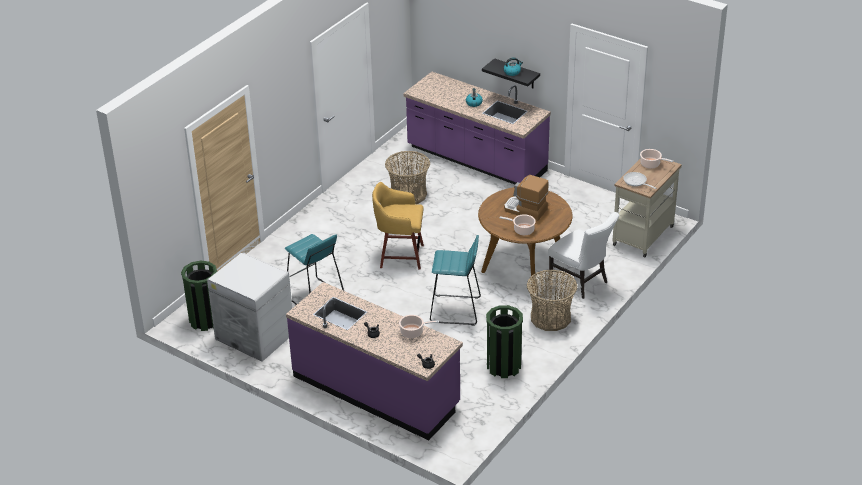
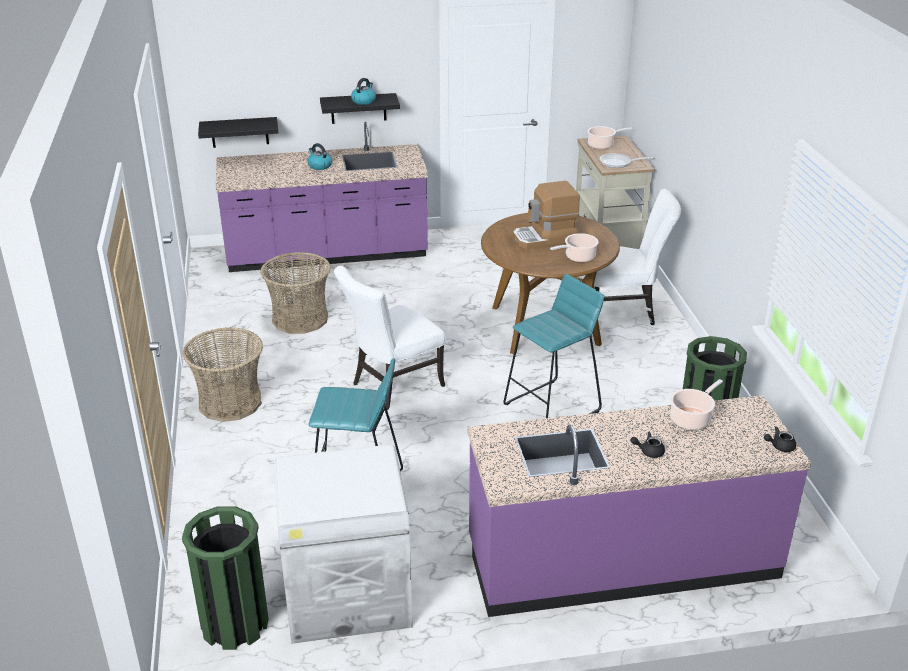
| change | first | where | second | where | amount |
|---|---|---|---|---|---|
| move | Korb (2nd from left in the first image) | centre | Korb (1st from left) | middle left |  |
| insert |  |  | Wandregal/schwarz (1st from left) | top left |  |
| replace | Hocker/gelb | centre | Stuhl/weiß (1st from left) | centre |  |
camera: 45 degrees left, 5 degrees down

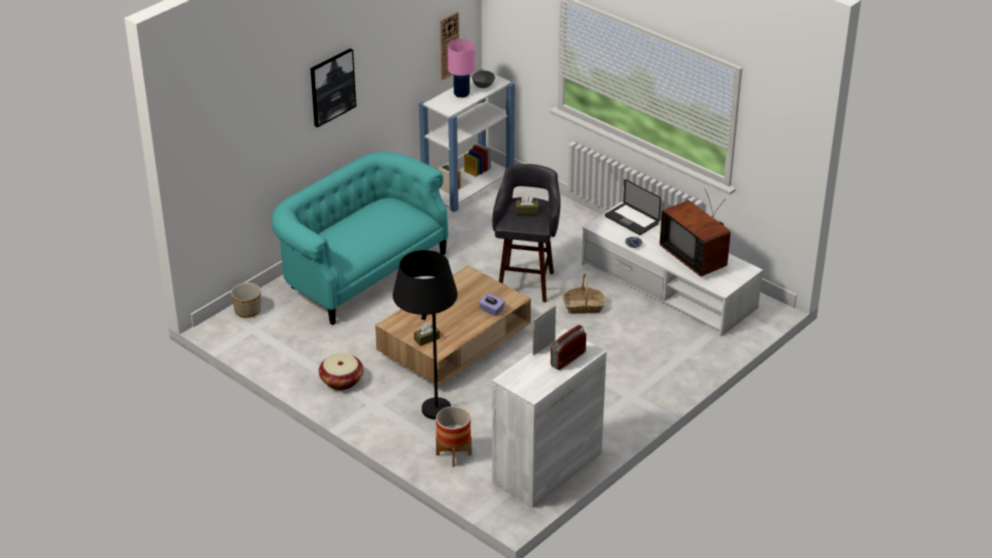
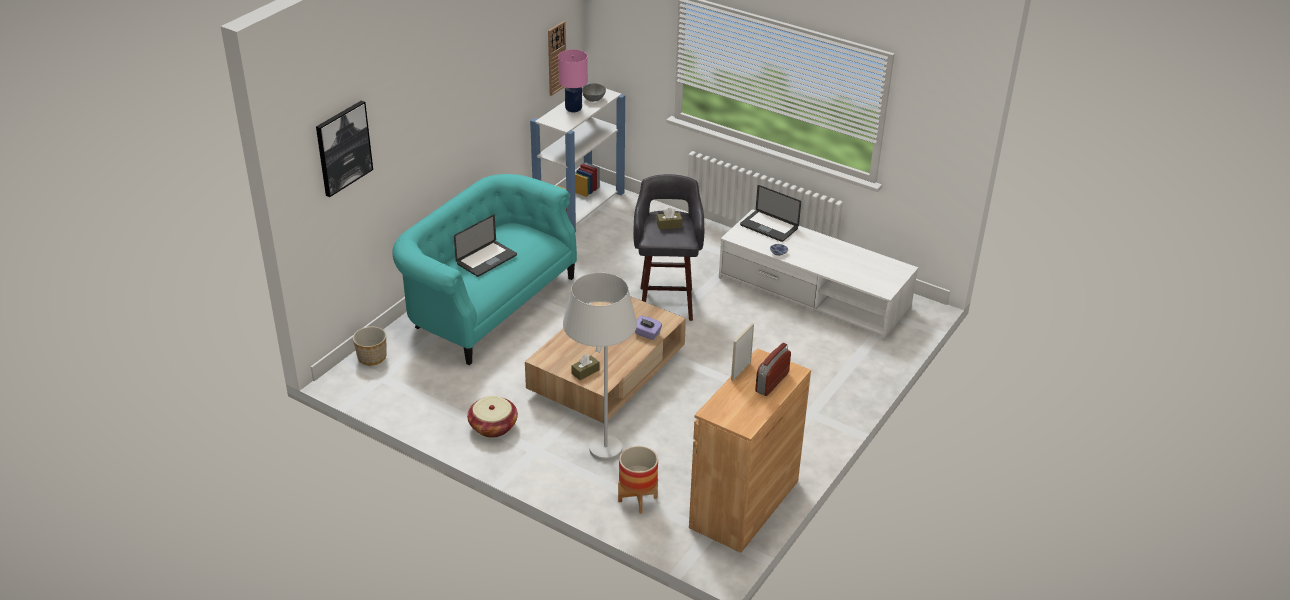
| change | first | where | second | where | amount |
|---|---|---|---|---|---|
| move | Bild | top centre |  | top left |  |
| insert |  |  | Laptop (1st from left) | centre |  |
| recolor | Stehlampe/schwarz | centre | Stehlampe/weiß | centre |  |
| recolor | Schrank/weiß | bottom centre | Schrank/braun | bottom centre |  |
| delete | Korb (2nd from left) | centre |  |  |  |
| delete | Fernseher | middle right |  |  |  |
camera: 10 degrees left, 0 degrees up

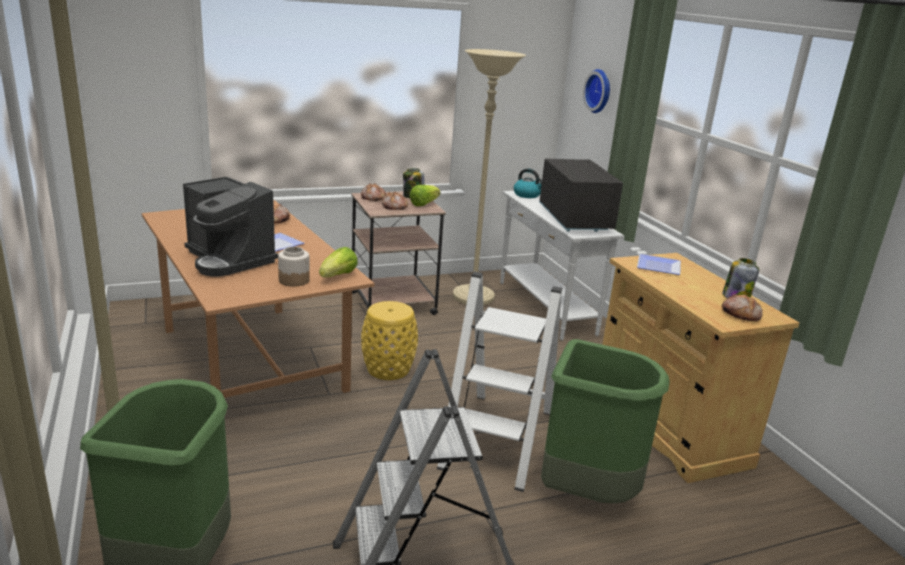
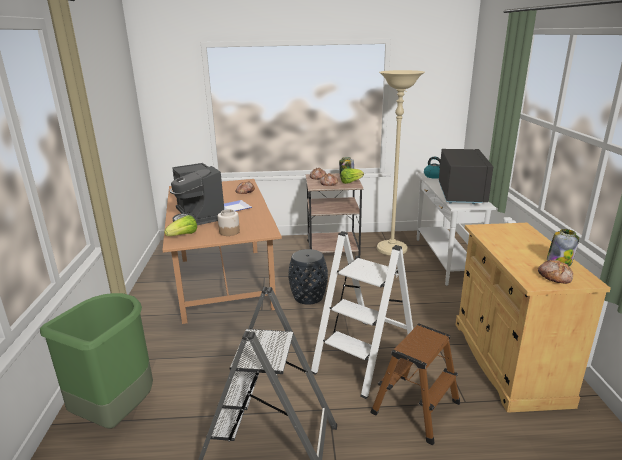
| change | first | where | second | where | amount |
|---|---|---|---|---|---|
| move | Salatkopf (1st from left) | centre |  | middle left |  |
| recolor | Hocker/gelb | centre | Hocker/schwarz | centre |  |
| replace | Mülleimer/grün (2nd from left) | bottom right | Trittleiter/braun | bottom right |  |
| delete | Wanduhr | top centre |  |  |  |
| delete | Teller (2nd from left) | middle right |  |  |  |
camera: 20 degrees right, 0 degrees up

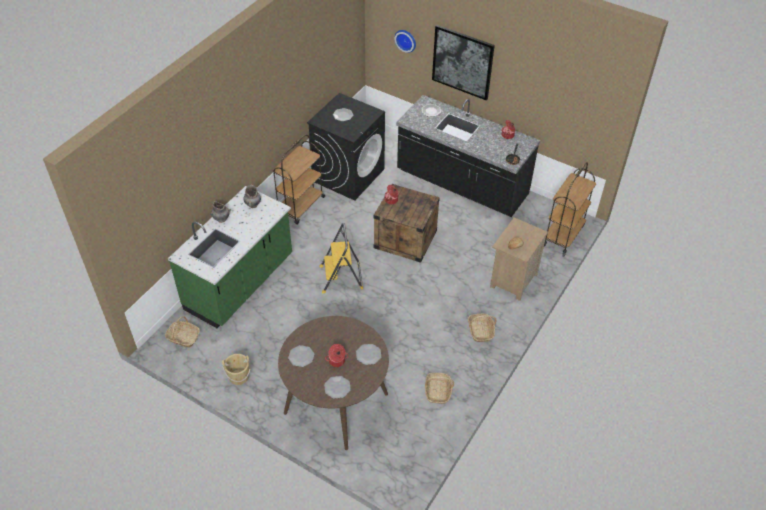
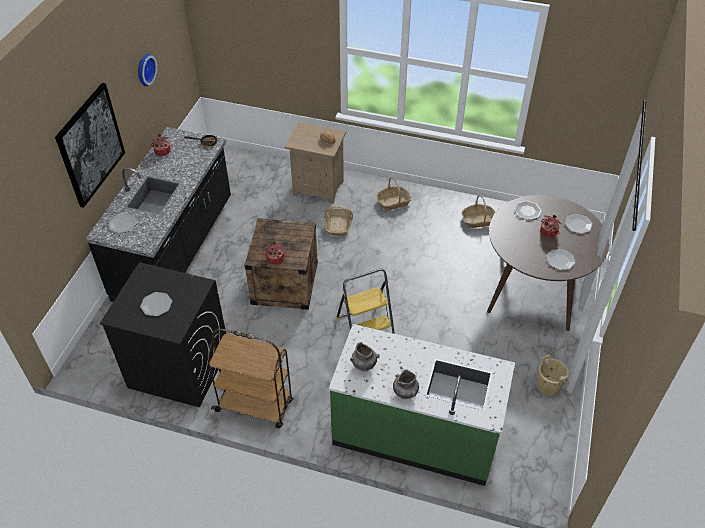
| change | first | where | second | where | amount |
|---|---|---|---|---|---|
| move | Wanduhr | top centre |  | top left |  |
| move | Korb (1st from left) | middle left |  | centre |  |
| delete | Rollwagen/braun (2nd from left) | middle right |  |  |  |
camera: 105 degrees left, 0 degrees up

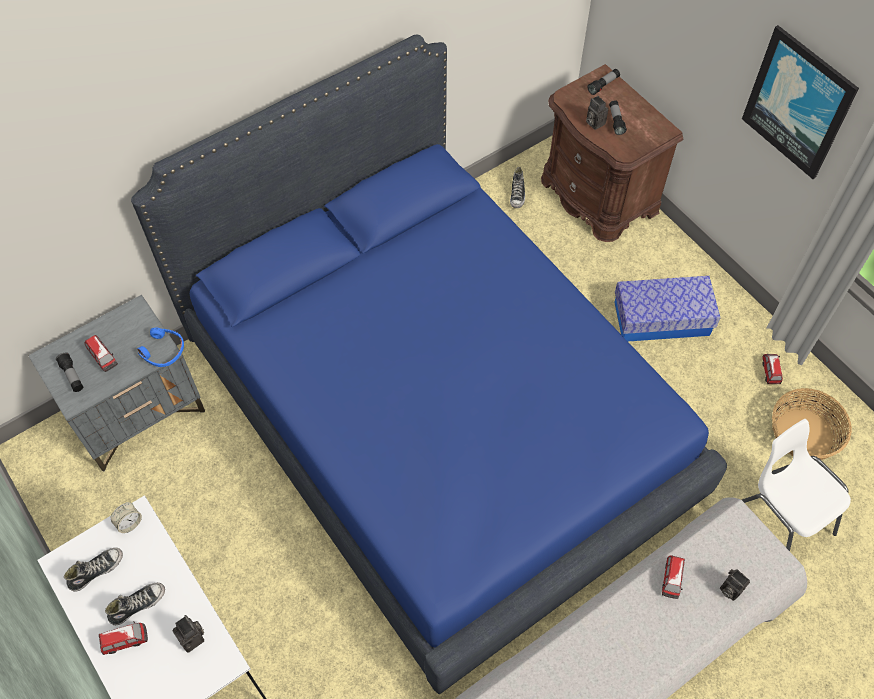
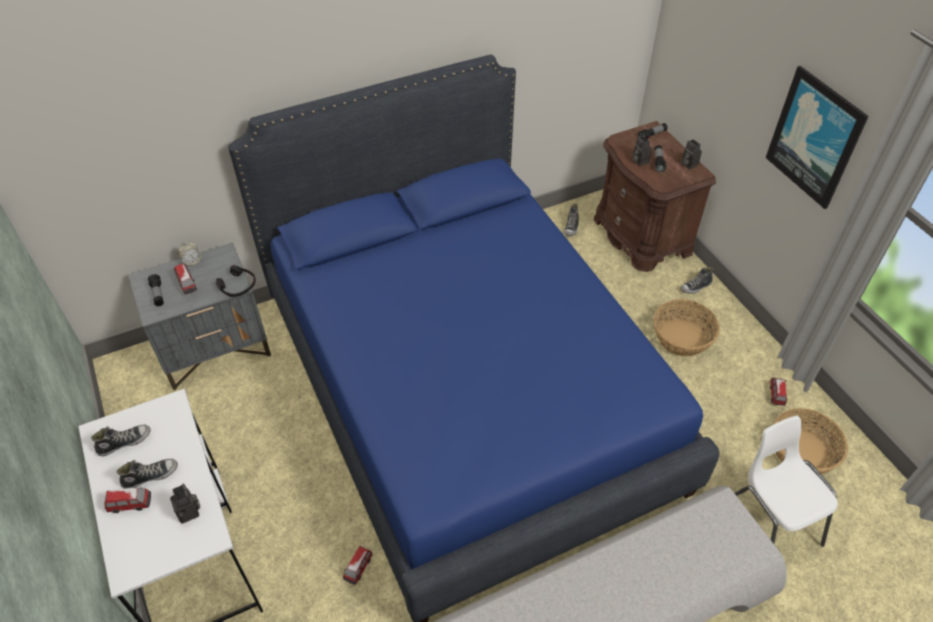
| change | first | where | second | where | amount |
|---|---|---|---|---|---|
| move | Wecker | bottom left |  | middle left |  |
| recolor | Kopfhörer/blau | middle left | Kopfhörer/schwarz | middle left |  |
| move | Spielzeugauto (3rd from left) | bottom right |  | bottom centre |  |
| replace | Aufbewahrungsbox | middle right | Korb (1st from left) | middle right |  |
| insert |  |  | Schuh (4th from left) | middle right |  |
| move | Kamera (3rd from left) | bottom right |  | top right |  |
camera: 10 degrees right, 10 degrees down

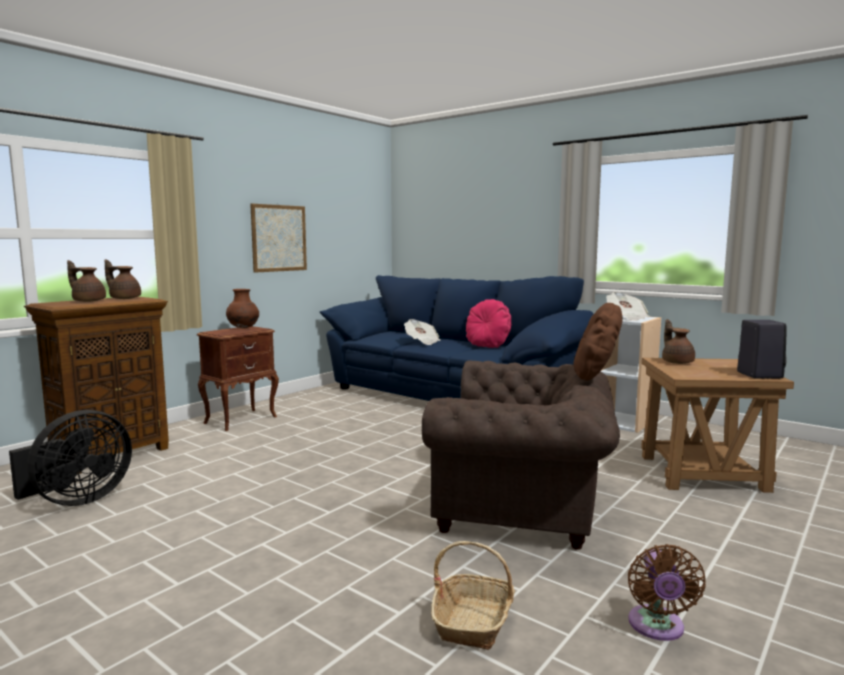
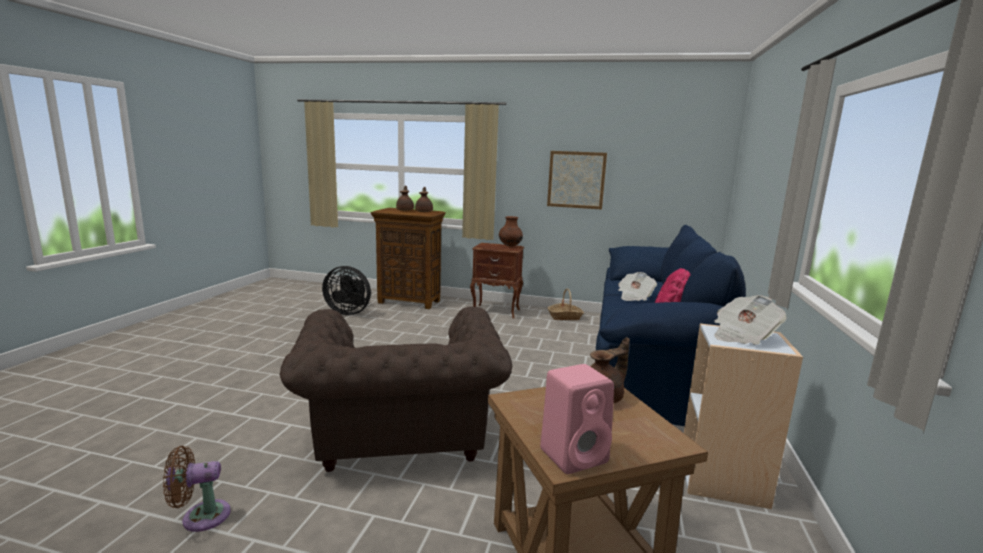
| change | first | where | second | where | amount |
|---|---|---|---|---|---|
| recolor | Lautsprecher/schwarz | middle right | Lautsprecher/rosa | bottom centre |  |
| move | Korb | bottom centre |  | centre |  |
| delete | Kissen/braun | middle right |  |  |  |
camera: 65 degrees right, 5 degrees up

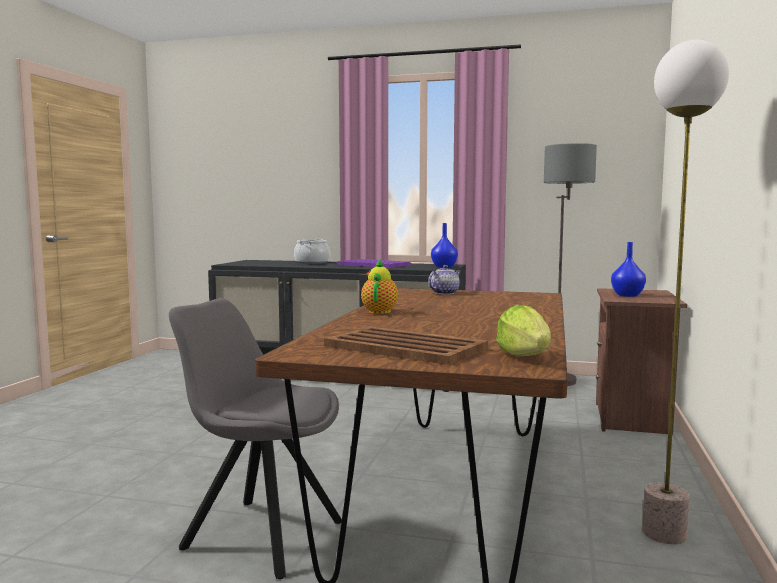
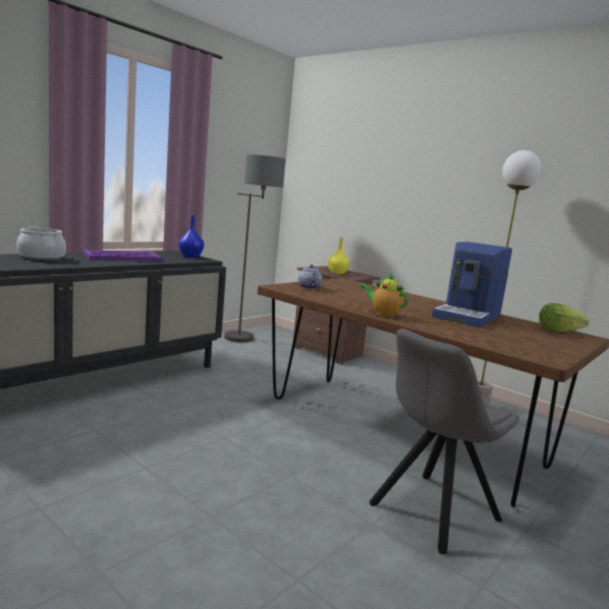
| change | first | where | second | where | amount |
|---|---|---|---|---|---|
| recolor | Vase/blau (2nd from left) | middle right | Vase/gelb | centre |  |
| insert |  |  | Kaffeemaschine | middle right |  |
| delete | Tablett/braun | centre |  |  |  |
camera: 65 degrees left, 5 degrees up

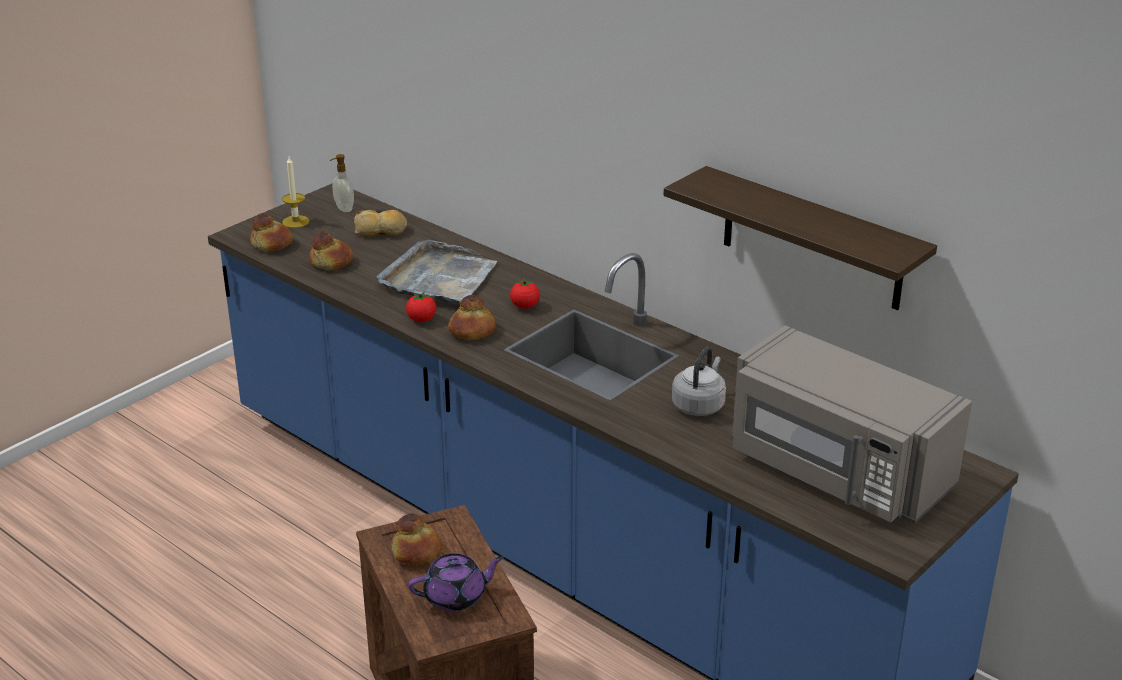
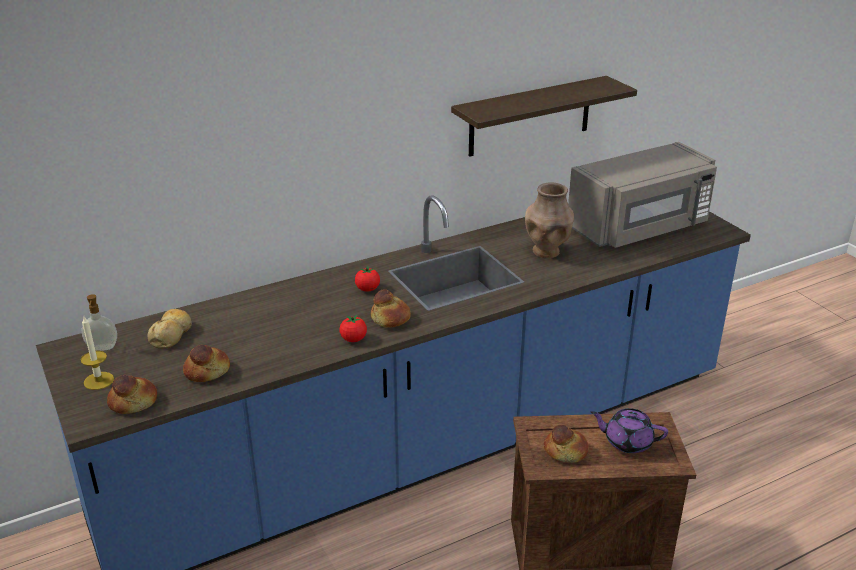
| change | first | where | second | where | amount |
|---|---|---|---|---|---|
| replace | Wasserkessel/grau | centre | Vase/braun | centre |  |
| rotate | Teekanne/lila | bottom centre |  | bottom right | 75 degrees counterclockwise |
| delete | Tablett/grau | centre |  |  |  |
camera: 70 degrees left, 0 degrees up

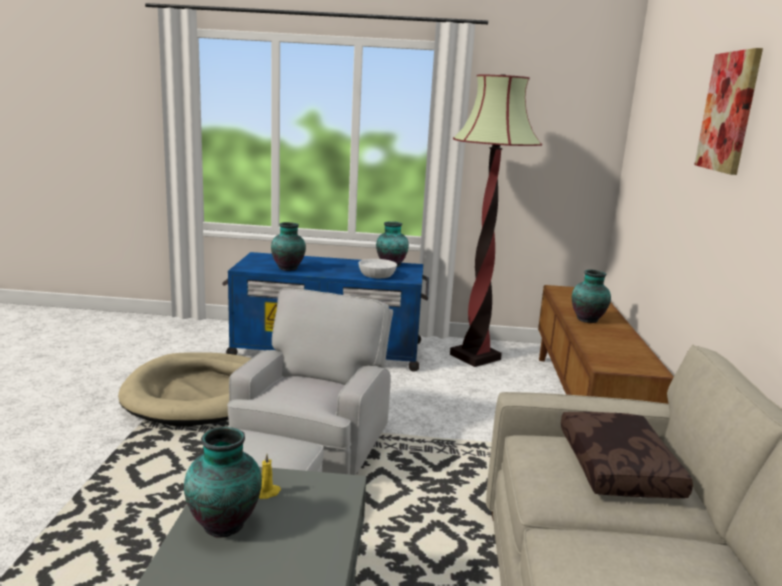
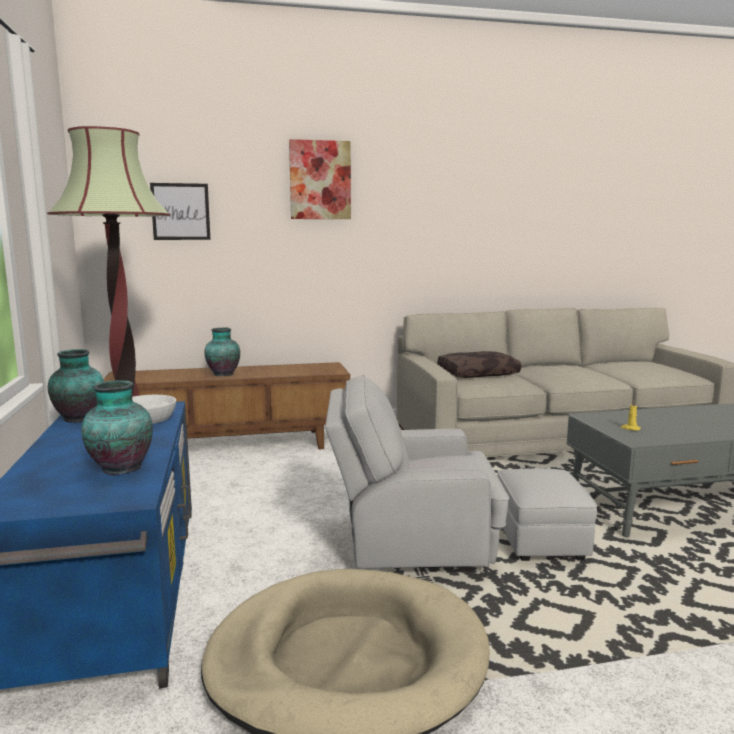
| change | first | where | second | where | amount |
|---|---|---|---|---|---|
| insert |  |  | Bild (1st from left) | top left |  |
| delete | Vase (1st from left) | bottom left |  |  |  |
camera: 105 degrees left, 5 degrees down

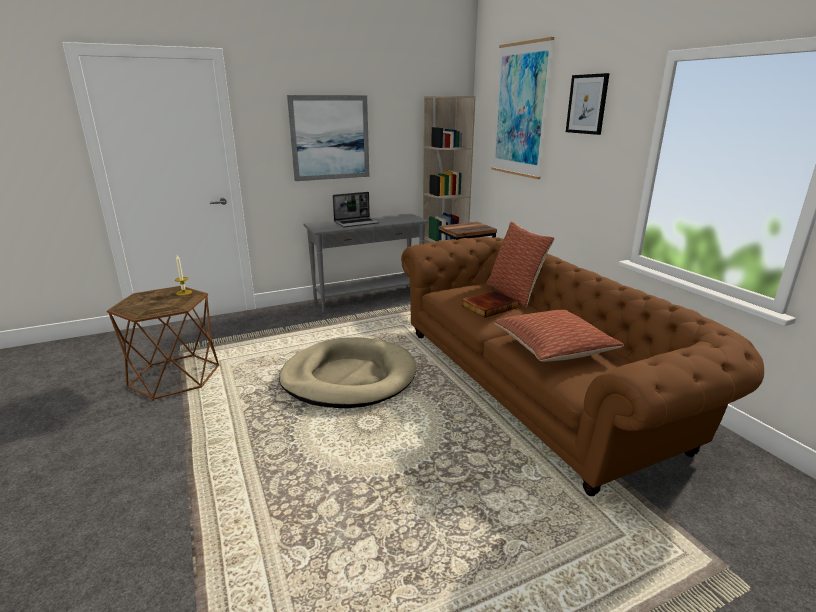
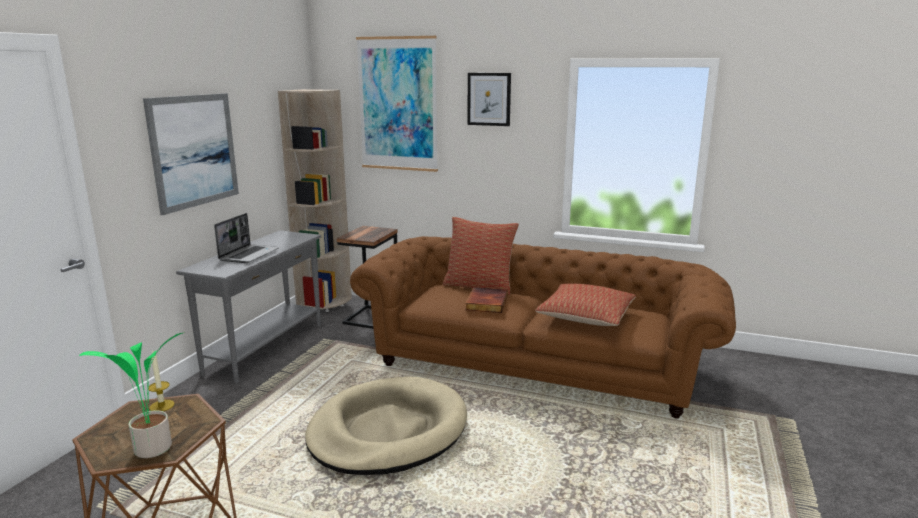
| change | first | where | second | where | amount |
|---|---|---|---|---|---|
| insert |  |  | Topfpflanze | bottom left |  |
camera: 45 degrees left, 5 degrees down

